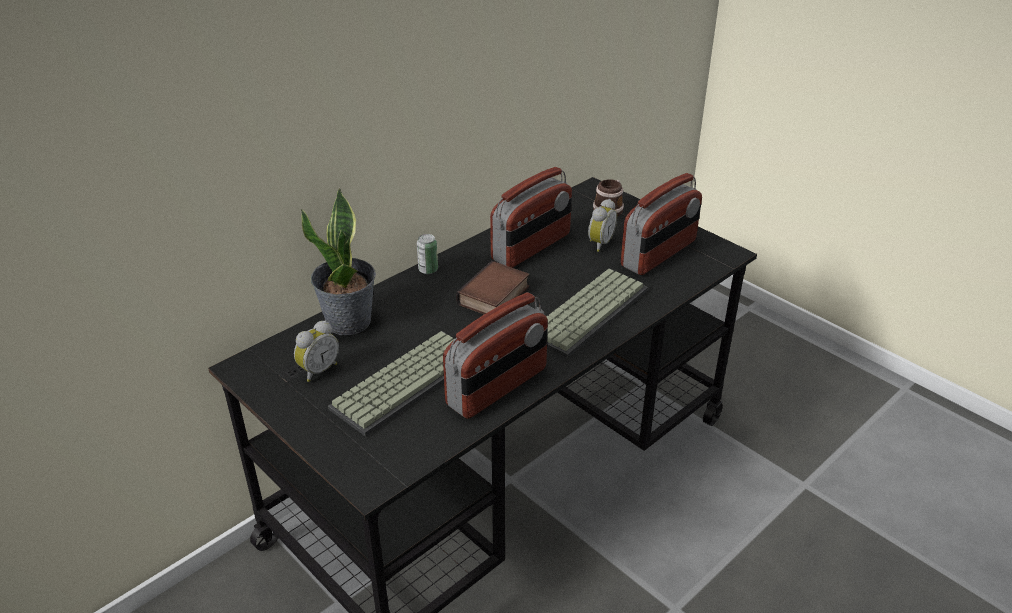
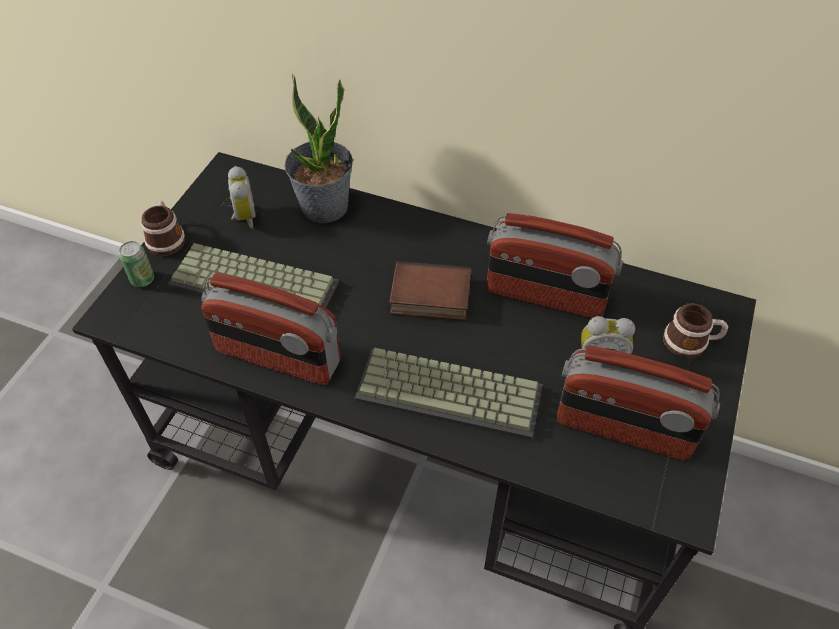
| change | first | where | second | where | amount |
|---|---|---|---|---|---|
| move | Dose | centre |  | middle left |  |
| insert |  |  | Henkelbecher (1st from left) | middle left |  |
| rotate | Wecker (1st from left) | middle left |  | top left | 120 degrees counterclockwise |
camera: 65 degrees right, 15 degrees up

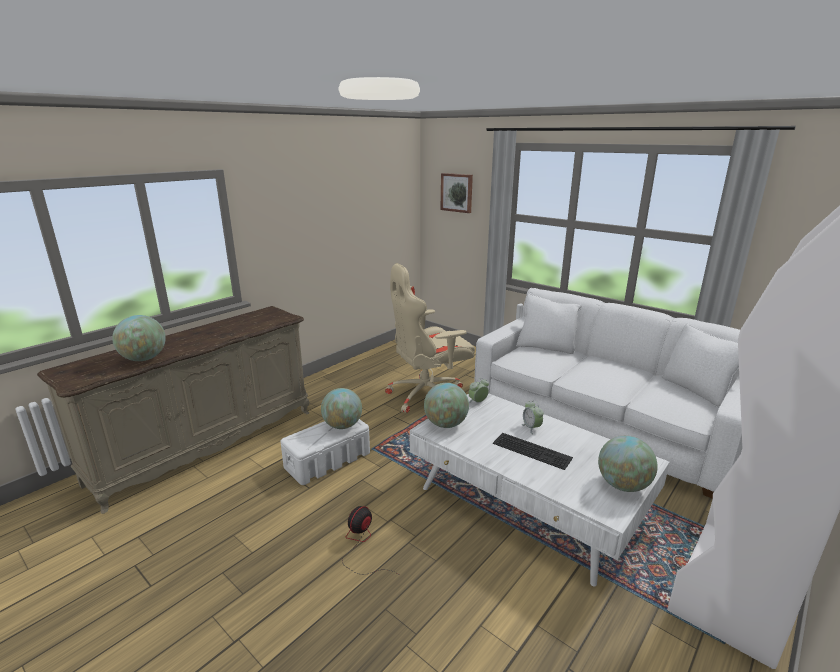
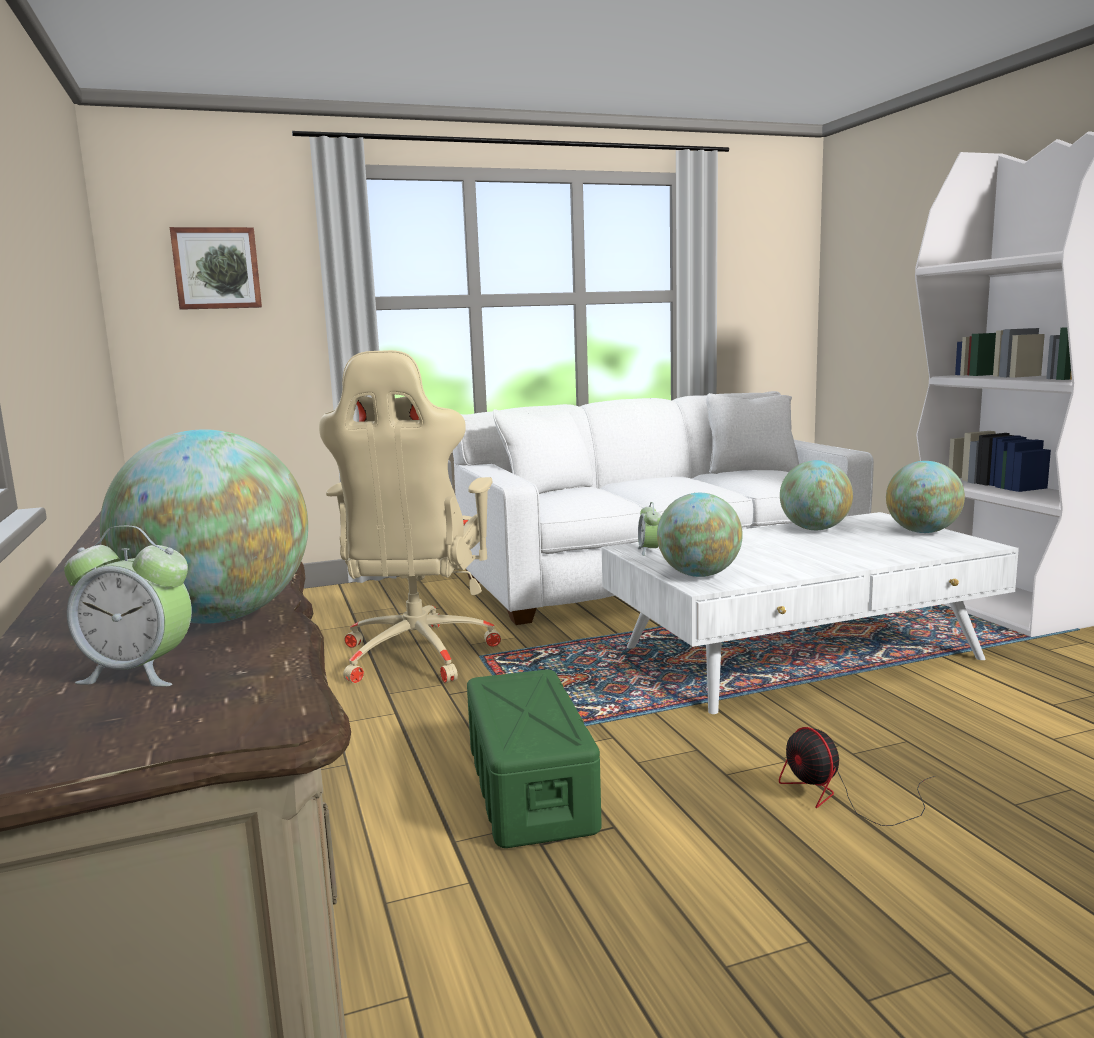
| change | first | where | second | where | amount |
|---|---|---|---|---|---|
| move | Wecker (2nd from left in the first image) | centre | Wecker (1st from left) | middle left |  |
| recolor | Aufbewahrungsbox/weiß | bottom centre | Aufbewahrungsbox/grün | bottom centre |  |
| move | Globus (2nd from left in the first image) | centre | Globus (3rd from left) | middle right |  |
| delete | Tastatur | bottom centre |  |  |  |
camera: 60 degrees left, 10 degrees down

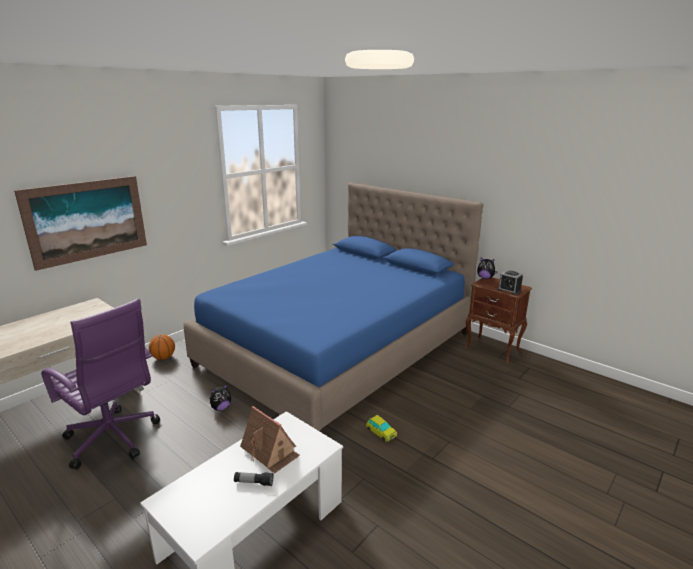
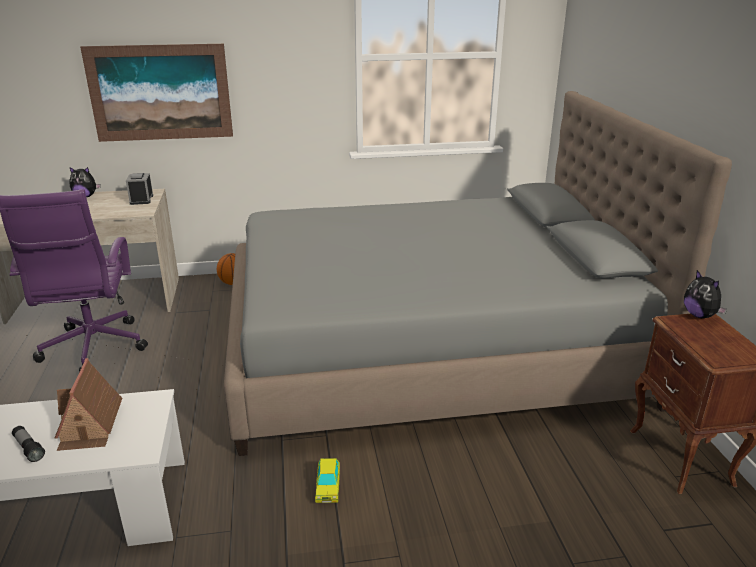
| change | first | where | second | where | amount |
|---|---|---|---|---|---|
| move | Plüschtier (1st from left) | bottom left |  | top left |  |
| move | Wecker | middle right |  | middle left |  |
| recolor | Bett/blau | centre | Bett/grau | centre |  |
camera: 40 degrees right, 5 degrees up

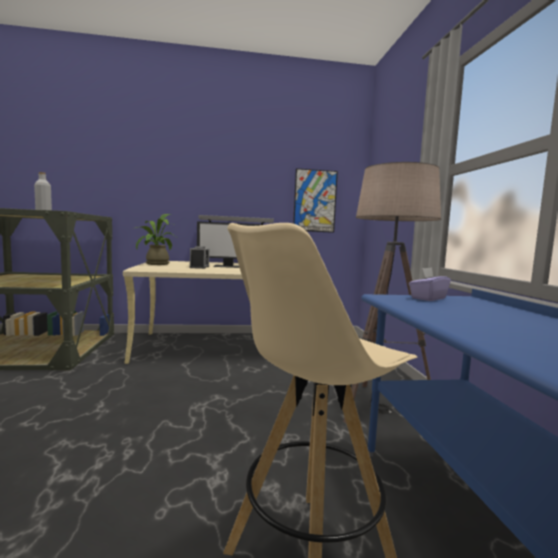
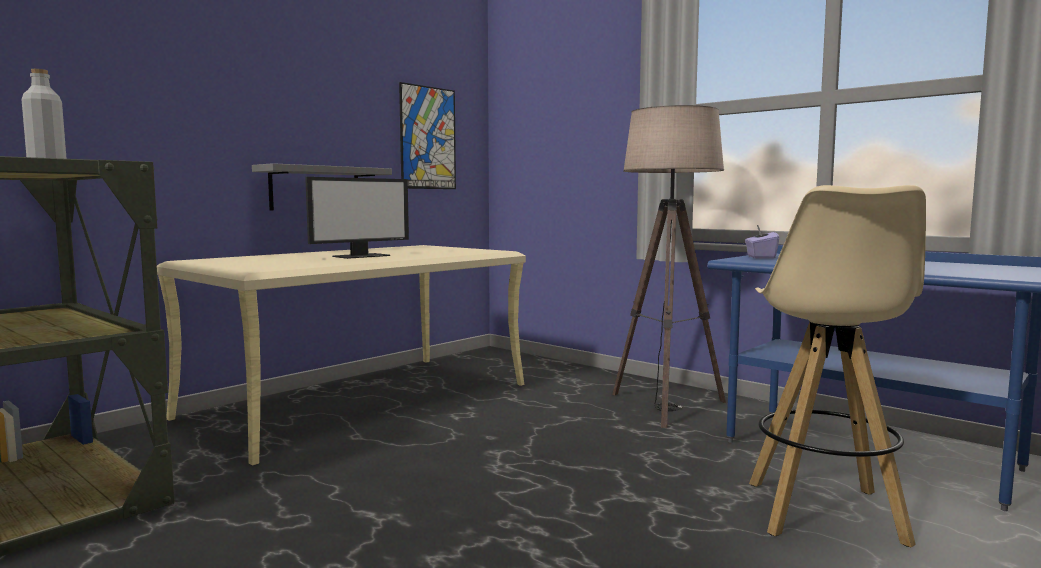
| change | first | where | second | where | amount |
|---|---|---|---|---|---|
| delete | Topfpflanze | middle left |  |  |  |
| delete | Wecker | centre |  |  |  |
camera: 40 degrees left, 0 degrees up

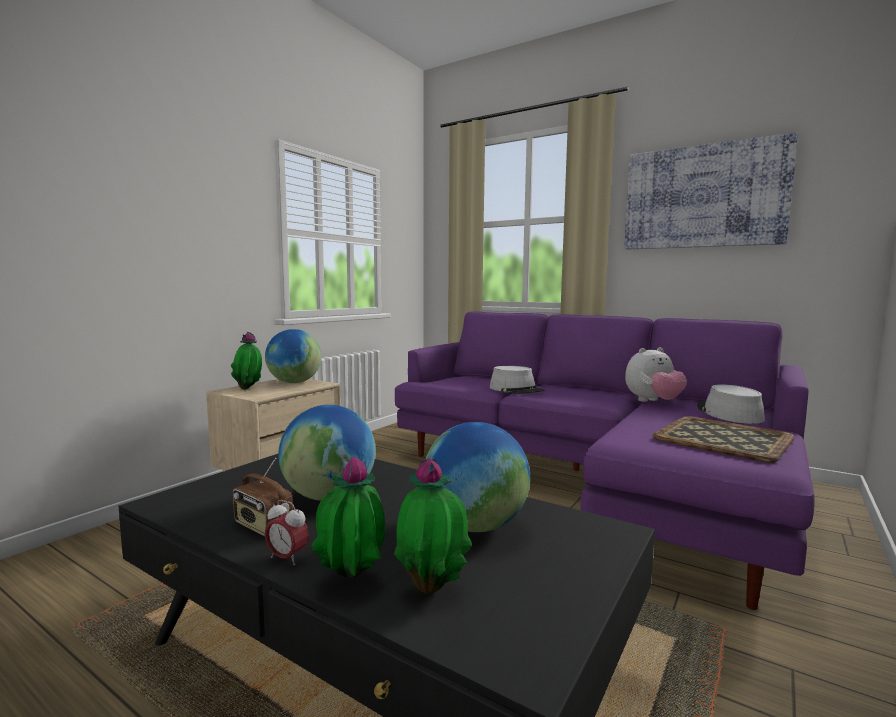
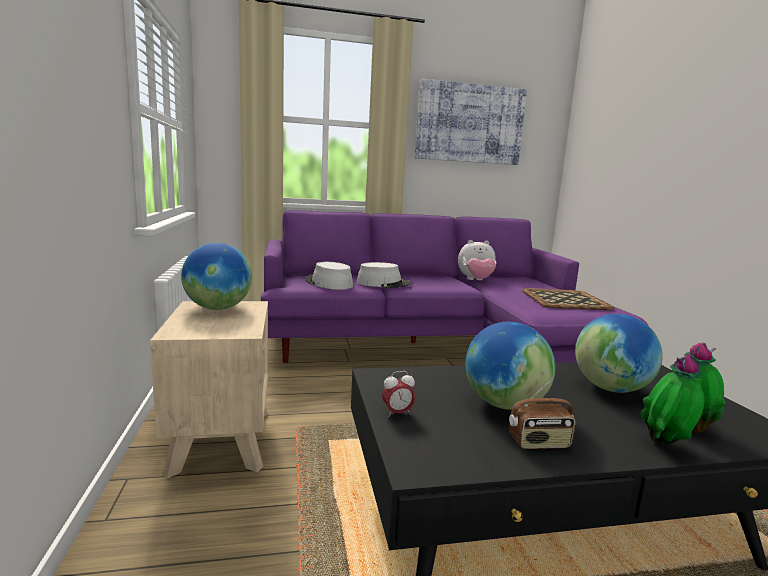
| change | first | where | second | where | amount |
|---|---|---|---|---|---|
| move | Hut/grau (2nd from left in the first image) | middle right | Hut/grau (1st from left) | centre |  |
| move | Wecker | bottom left |  | bottom centre |  |
| rotate | Plüschtier | middle right |  | centre | 60 degrees clockwise |
| delete | Topfpflanze (1st from left) | middle left |  |  |  |
camera: 45 degrees left, 5 degrees up

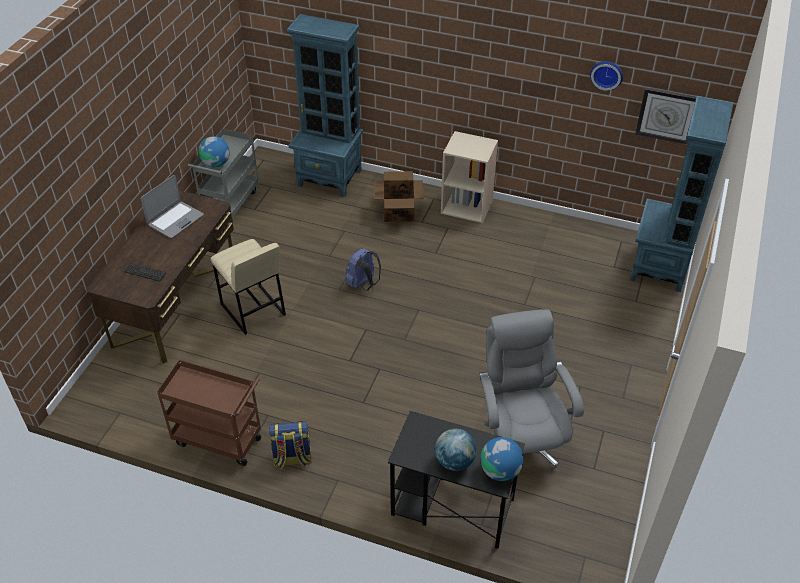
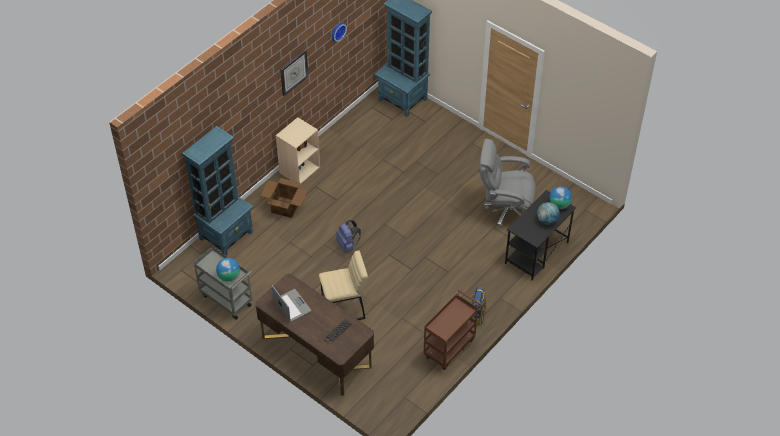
| change | first | where | second | where | amount |
|---|---|---|---|---|---|
| move | Wanduhr (2nd from left in the first image) | top right | Wanduhr (1st from left) | top centre |  |
camera: 70 degrees left, 5 degrees up

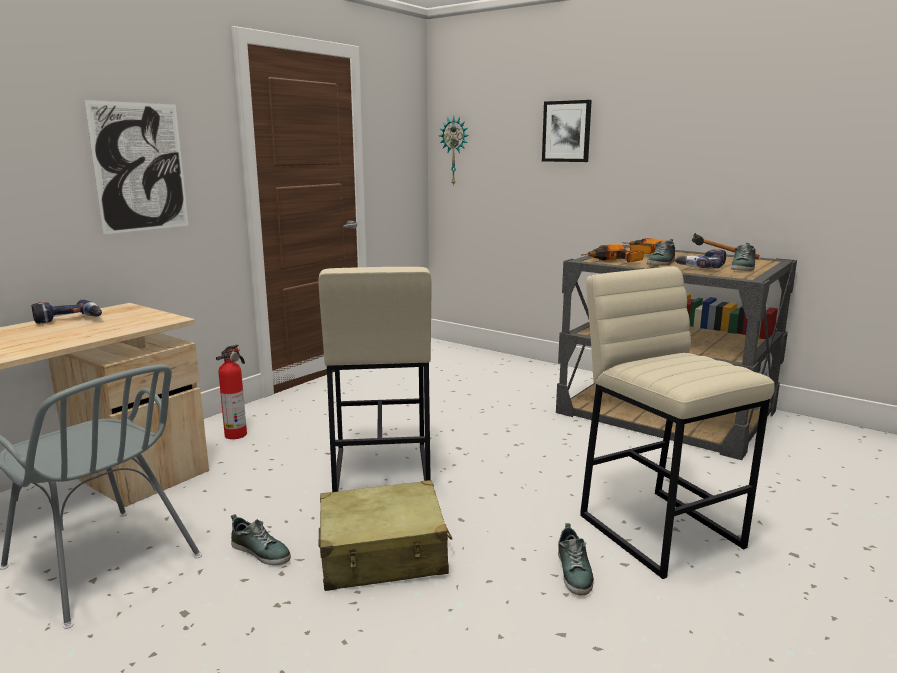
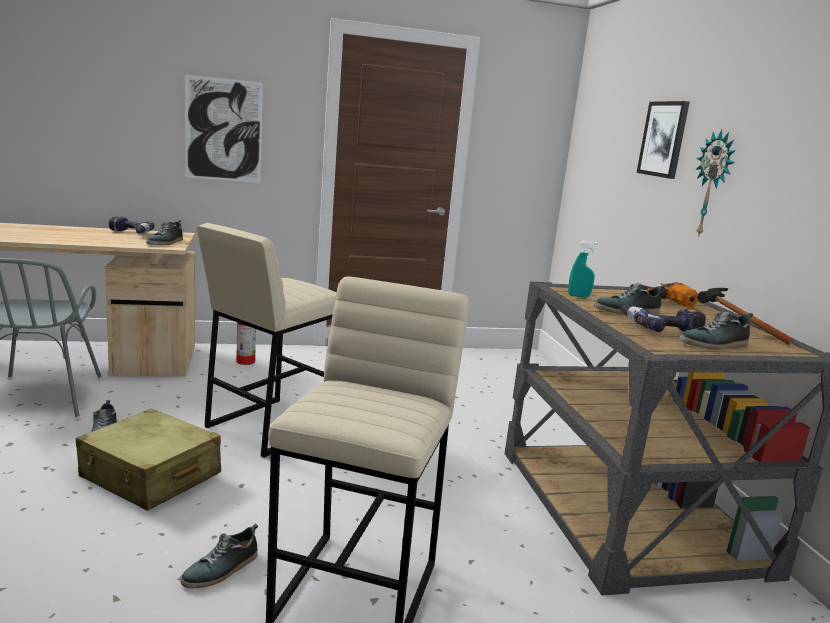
| change | first | where | second | where | amount |
|---|---|---|---|---|---|
| insert |  |  | Schuh (2nd from left) | middle left |  |
| replace | Bohrmaschine (2nd from left) | middle right | Sprühflasche/türkis | middle right |  |
| move | Wanduhr | top centre |  | top right |  |
camera: 40 degrees right, 0 degrees up

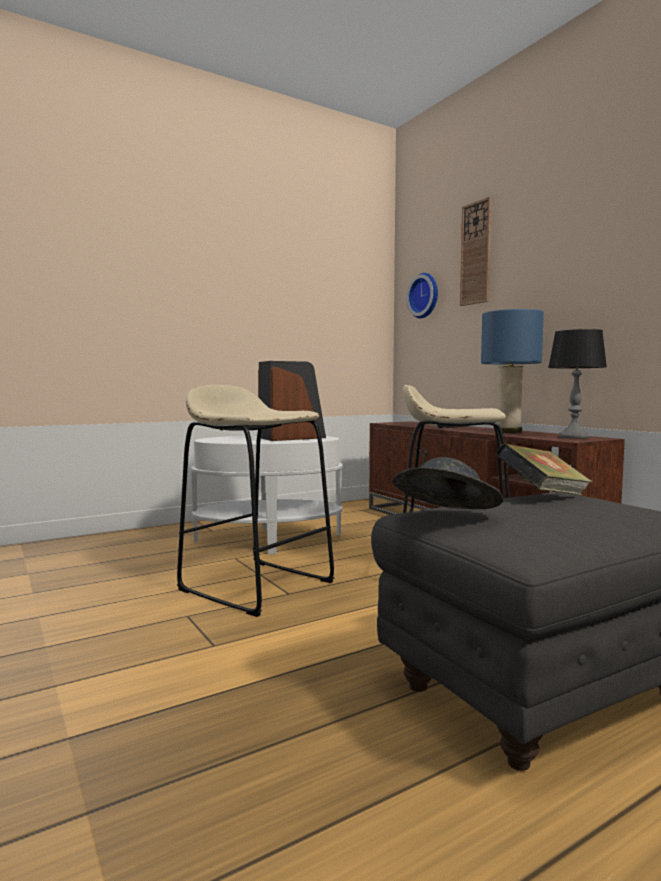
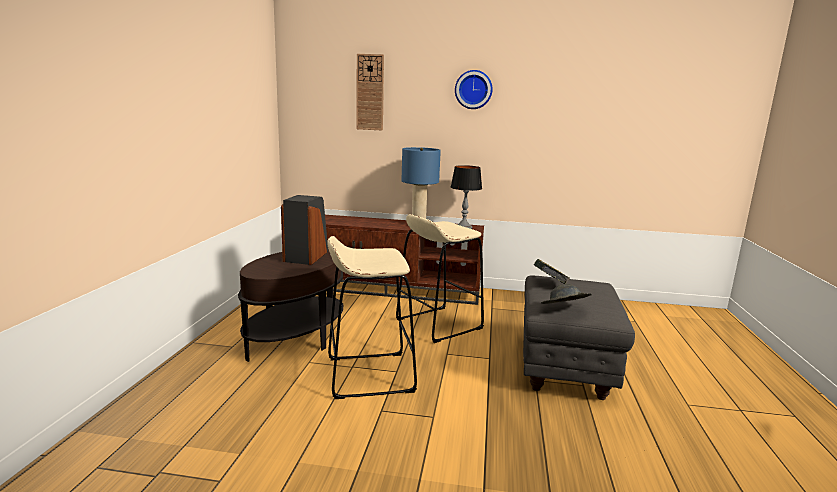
| change | first | where | second | where | amount |
|---|---|---|---|---|---|
| recolor | Beistelltisch/weiß | centre | Beistelltisch/braun | centre |  |
| move | Wanduhr (1st from left in the first image) | centre | Wanduhr (2nd from left) | top centre |  |
camera: 50 degrees left, 10 degrees up

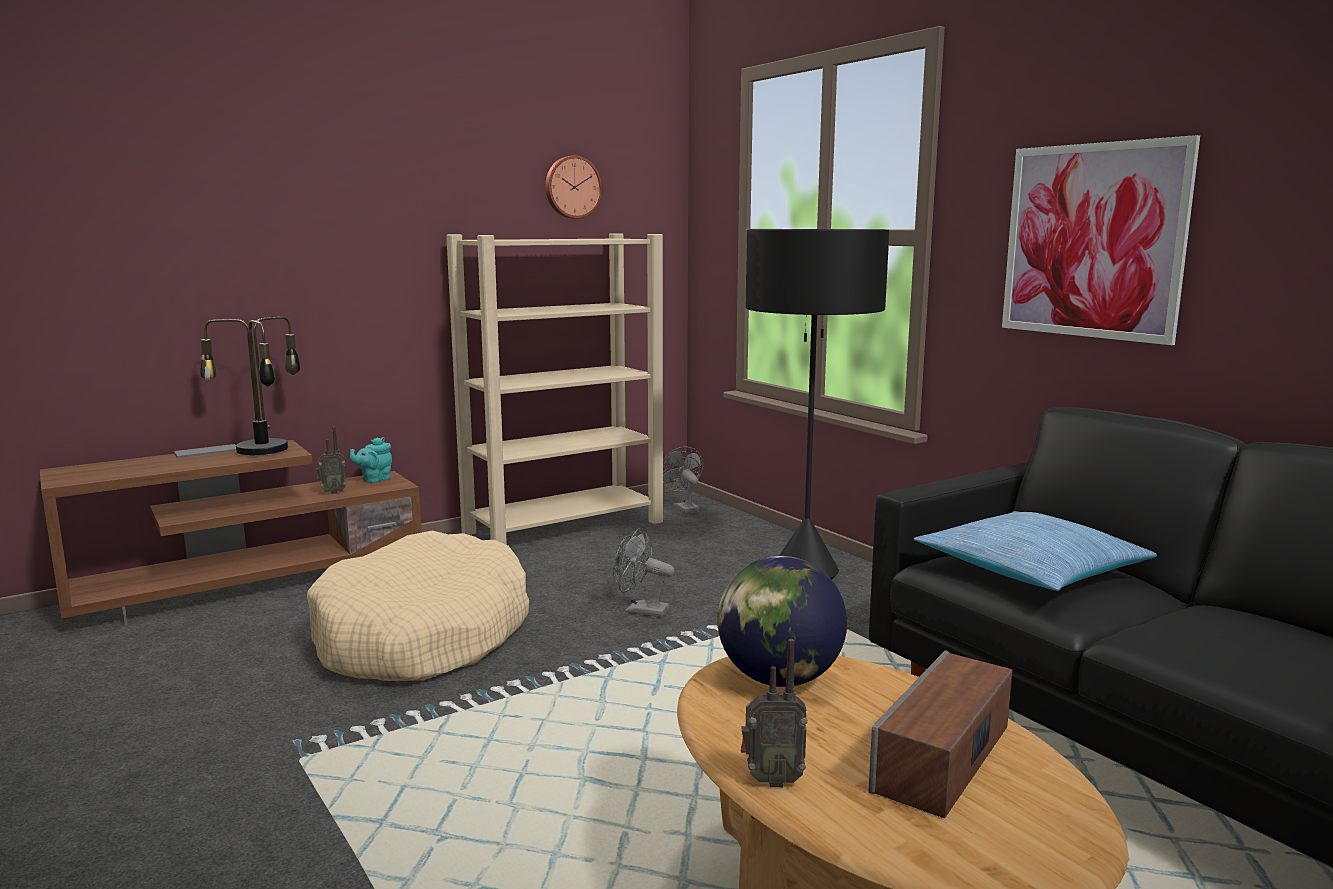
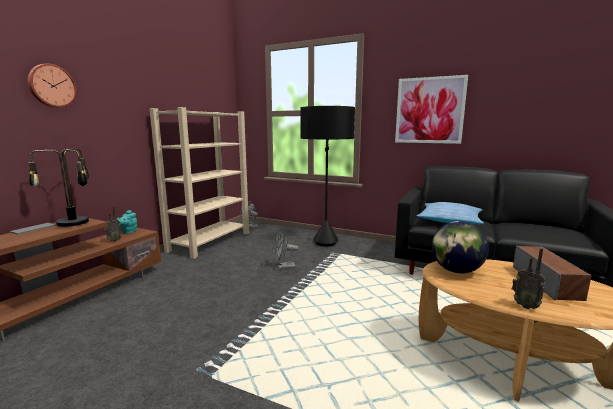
| change | first | where | second | where | amount |
|---|---|---|---|---|---|
| move | Wanduhr | top centre |  | top left |  |
| rotate | Radio (2nd from left) | bottom centre |  | bottom right | 75 degrees clockwise |
| delete | Hundebett/beige | bottom left |  |  |  |
camera: 30 degrees left, 0 degrees up

